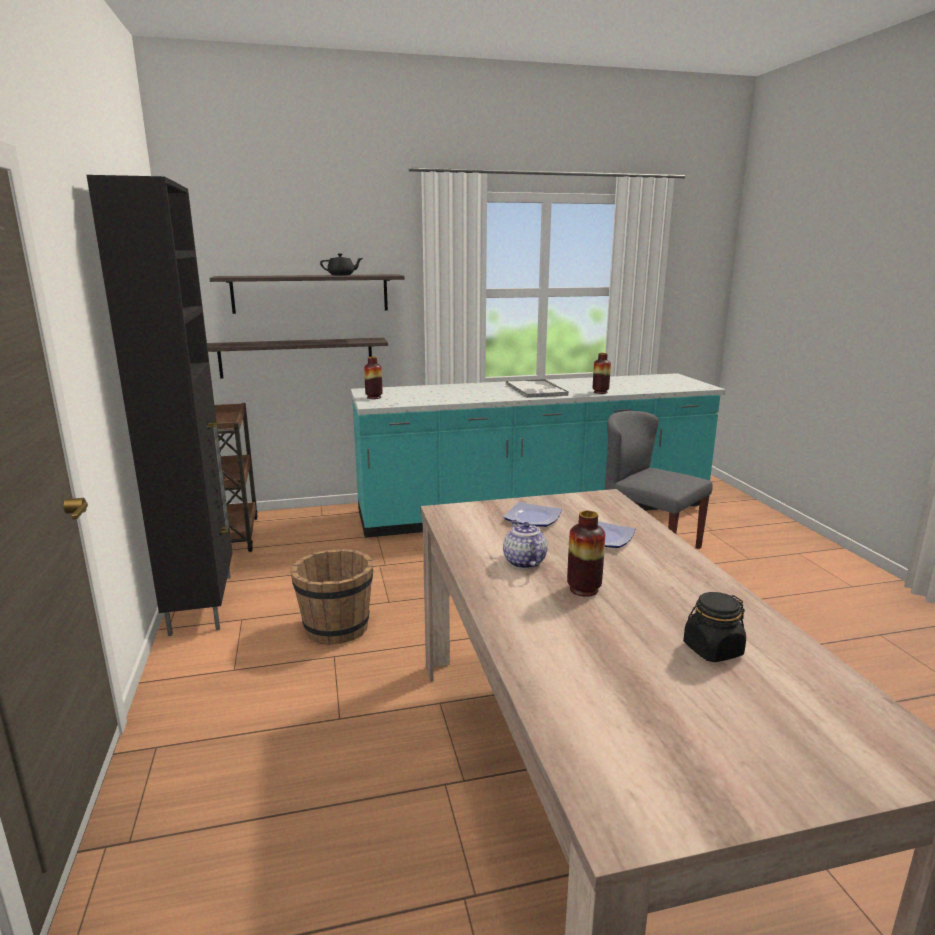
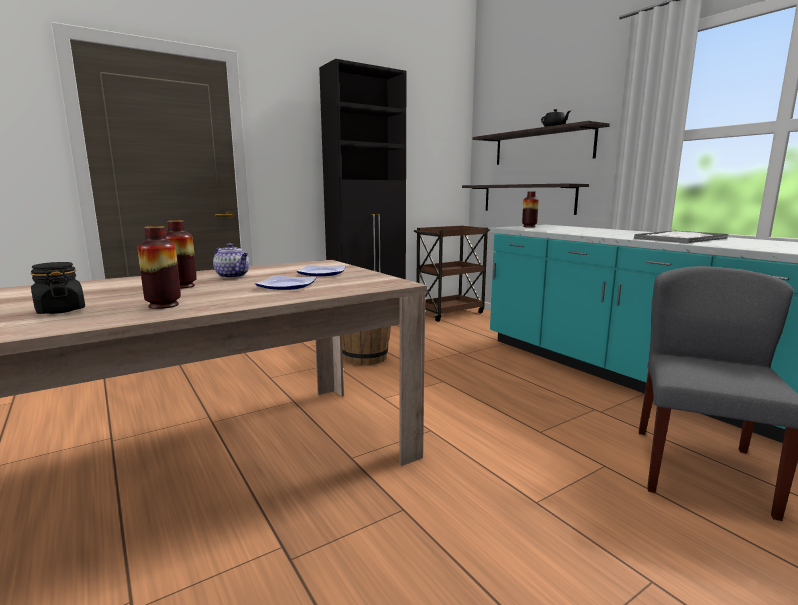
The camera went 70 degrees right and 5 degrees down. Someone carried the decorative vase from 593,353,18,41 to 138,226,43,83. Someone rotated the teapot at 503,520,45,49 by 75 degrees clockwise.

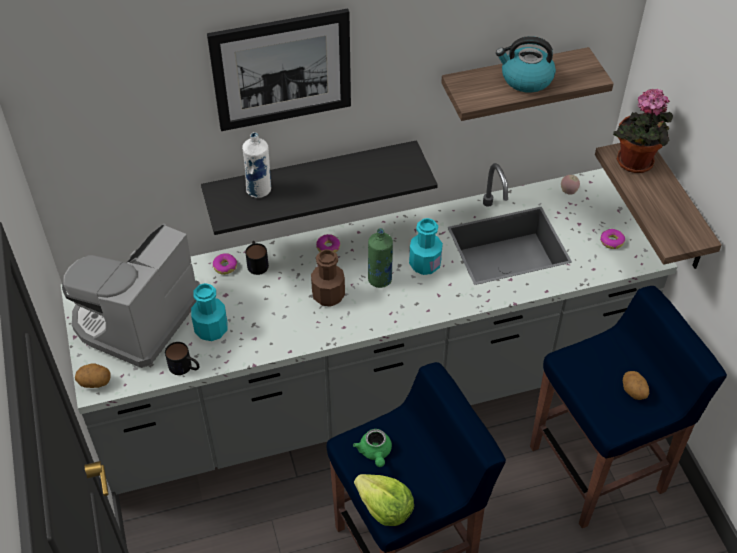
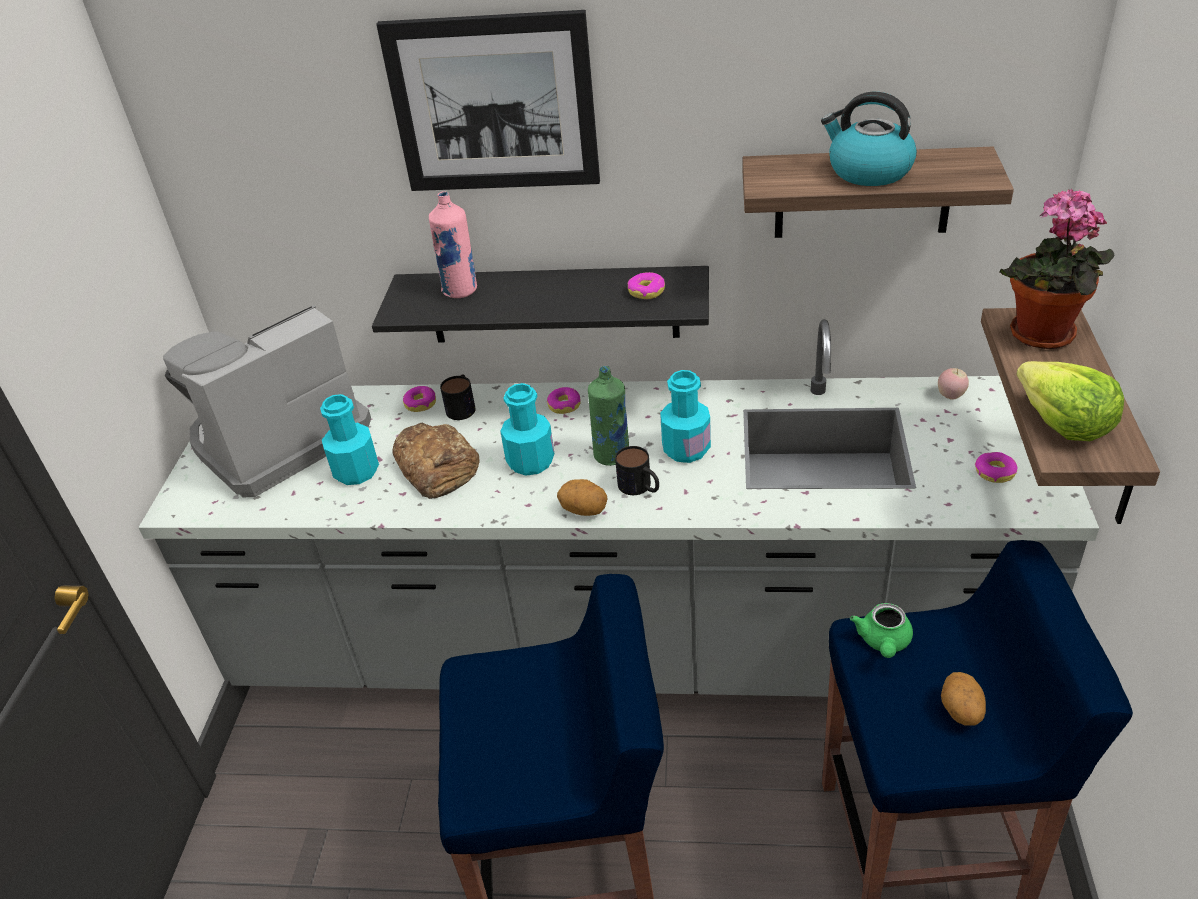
The camera went 25 degrees right and 10 degrees down. Someone put down the bread at 393,423,87,76. Someone repainted the bottle (whitish) at 242,132,29,66, which became the bottle (pink-coloured) at 429,191,48,107. Someone repainted the bottle (brownish) at 311,249,34,58, which became the bottle (turquoise-coloured) at 500,383,54,93. Someone carried the potato from 75,363,36,25 to 557,479,50,37. Someone carried the mug from 165,342,34,33 to 615,446,44,49. Someone put down the ring doughnut at 628,272,37,27. Someone carried the teapot (green-coloured) from 353,429,39,38 to 850,603,63,55. Someone carried the lettuce head from 354,474,60,52 to 1016,361,108,80.

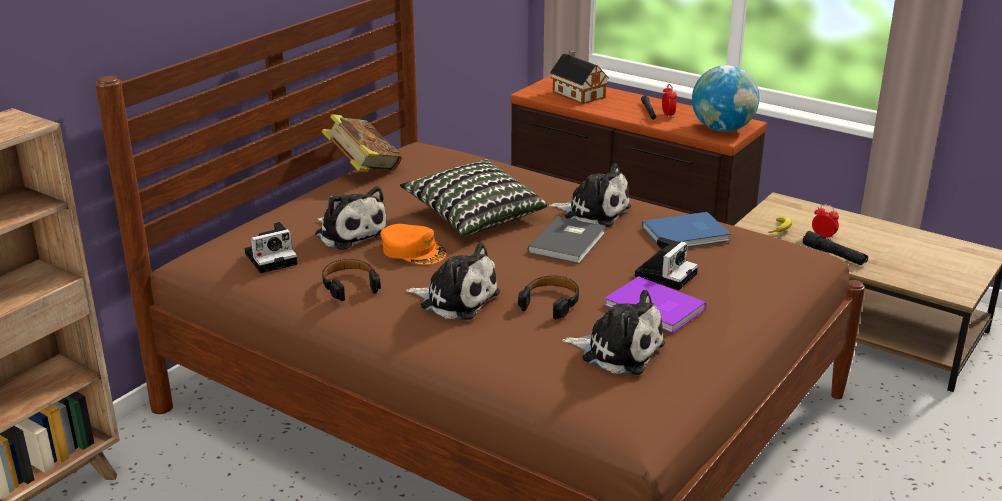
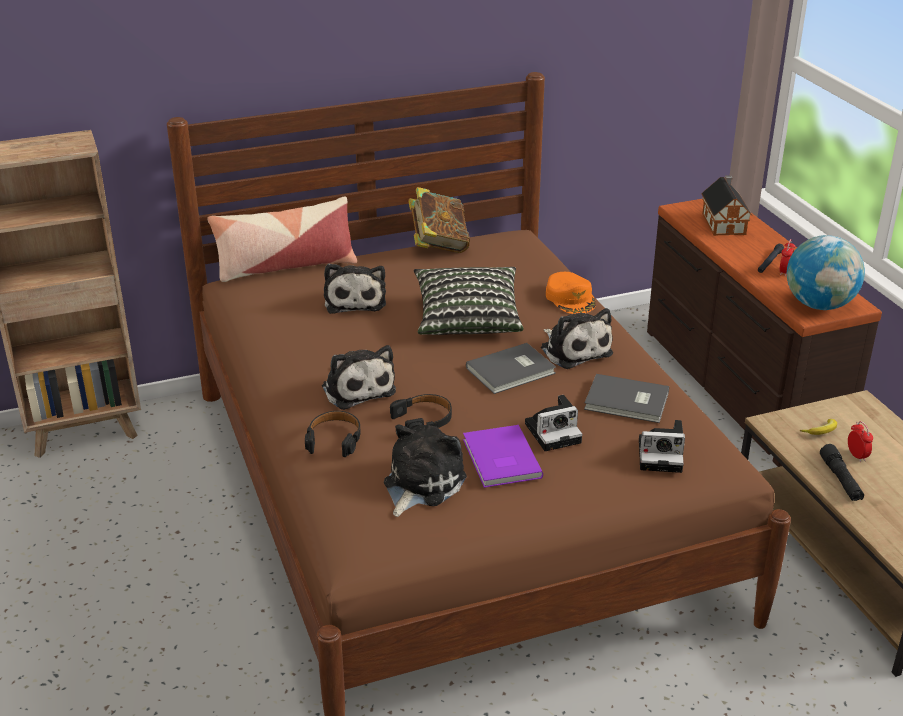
The camera went 35 degrees right and 5 degrees up. Someone put down the throw pillow at 207,197,150,85. Someone carried the headphones (blackish) from 322,259,59,42 to 305,411,56,46. Someone rotated the plush toy at 562,290,103,85 by 120 degrees counterclockwise. Someone carried the cap (orangey) from 380,224,67,41 to 546,272,50,42. Someone repainted the bound book (blue-coloured) at 642,212,89,35, which became the bound book (grey) at 584,374,85,49. Someone carried the photo camera from 245,222,53,51 to 639,420,46,53.

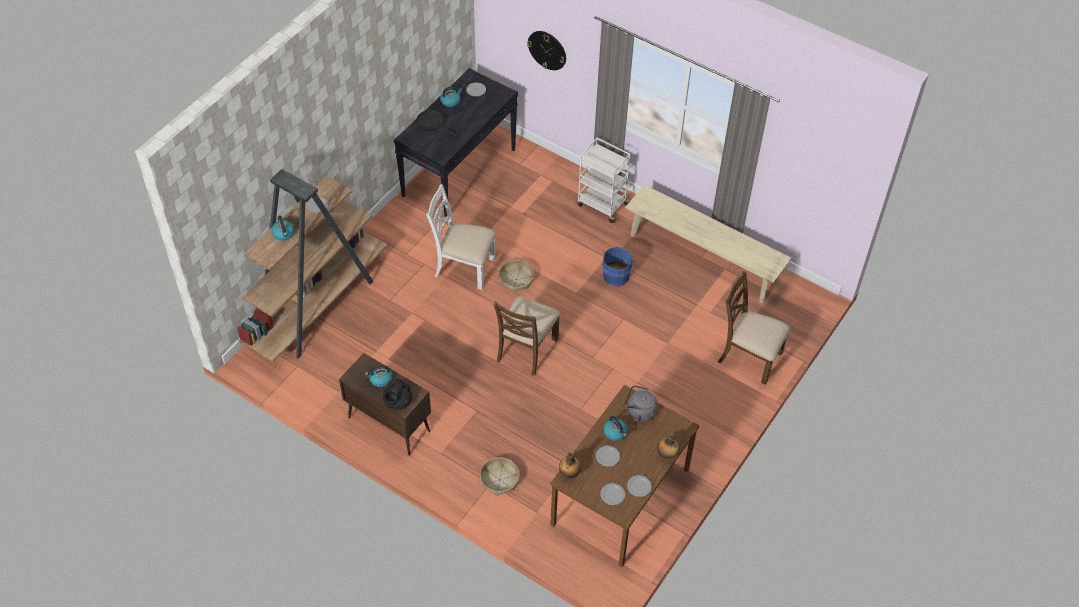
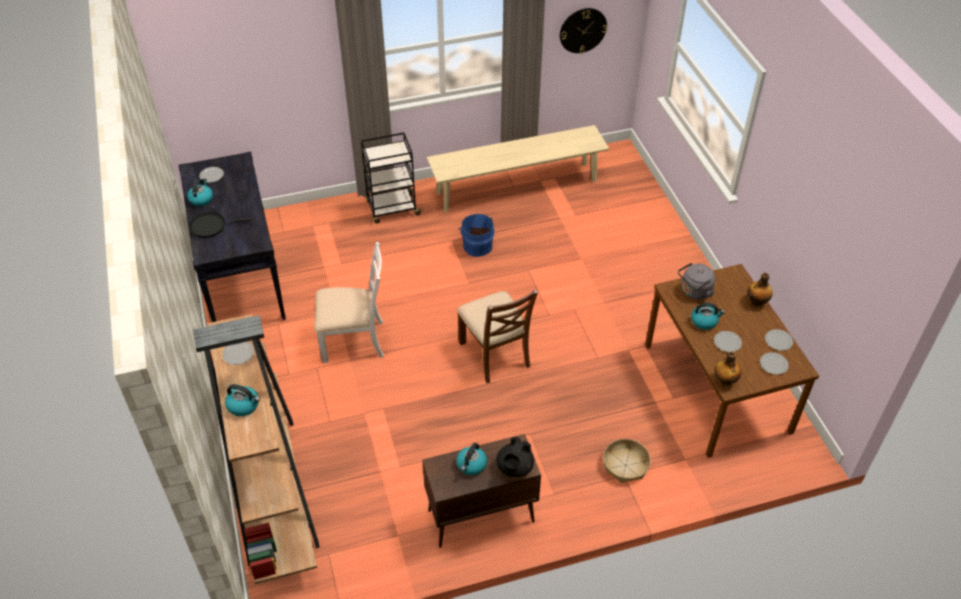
The camera went 50 degrees left and 5 degrees down. Someone rotated the upright chair (whitish) at 426,184,70,106 by 150 degrees counterclockwise. Someone repainted the wheeled cart (whitish) at 577,138,54,85, which became the wheeled cart (blackish) at 361,133,62,90. Someone rotated the teapot (blackish) at 383,379,29,30 by 45 degrees clockwise. Someone carried the clock on the wall from 527,31,39,39 to 560,8,47,46. Someone took away the basket at 499,260,35,32. Someone took away the upright chair (brownish) at 718,271,72,114.

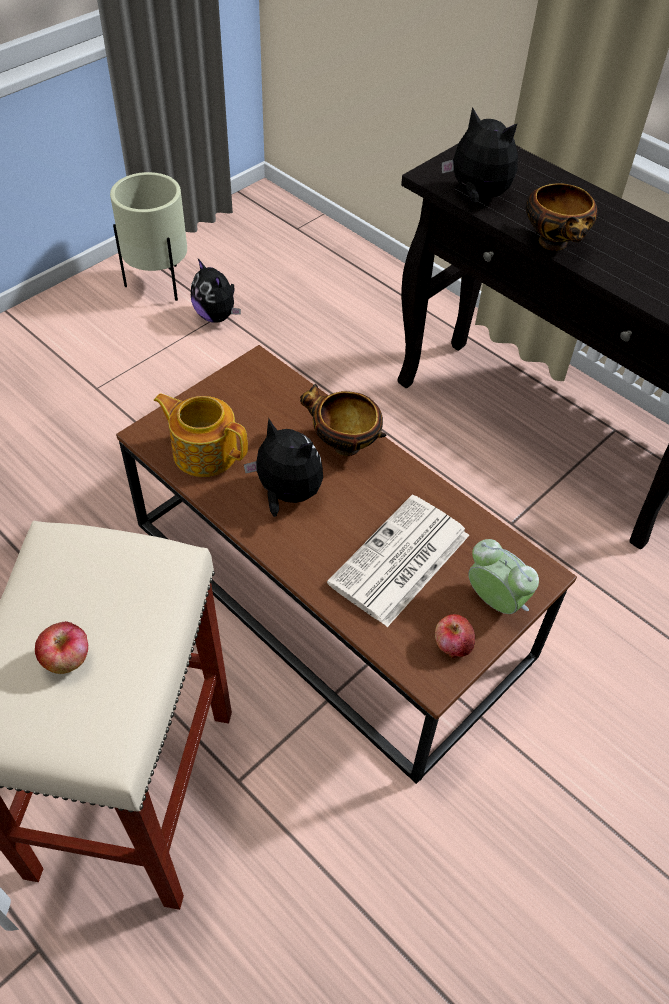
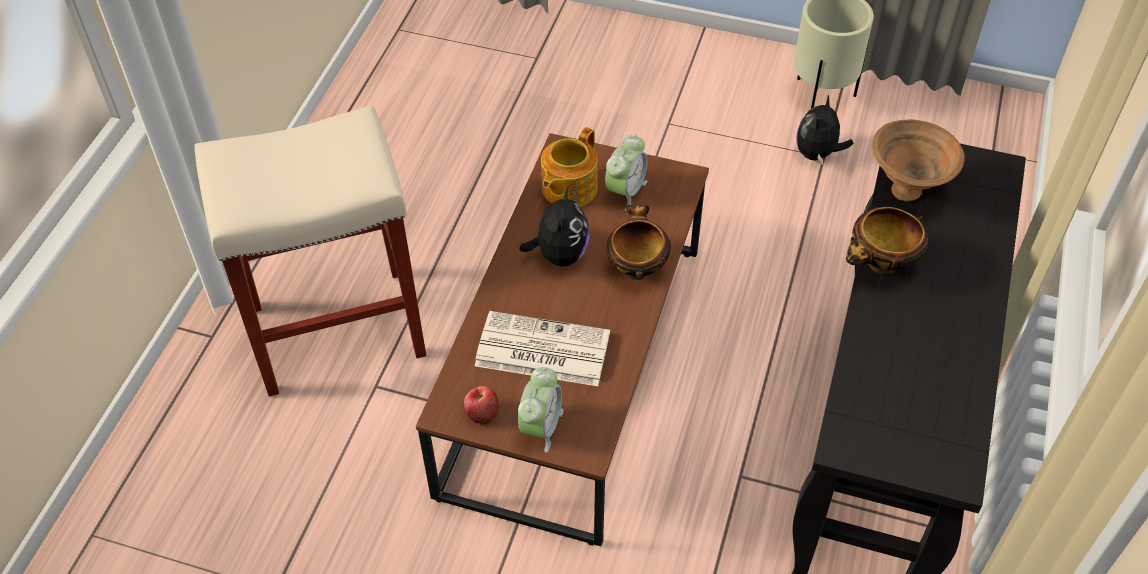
The camera went 65 degrees right and 0 degrees up. Someone rotated the teapot at 154,393,94,84 by 150 degrees counterclockwise. Someone put down the bedside clock at 605,135,42,76. Someone swapped the plush toy at 442,107,76,96 for the serving bowl (brownish) at 872,119,93,83. Someone took away the whole apple at 35,621,53,53.

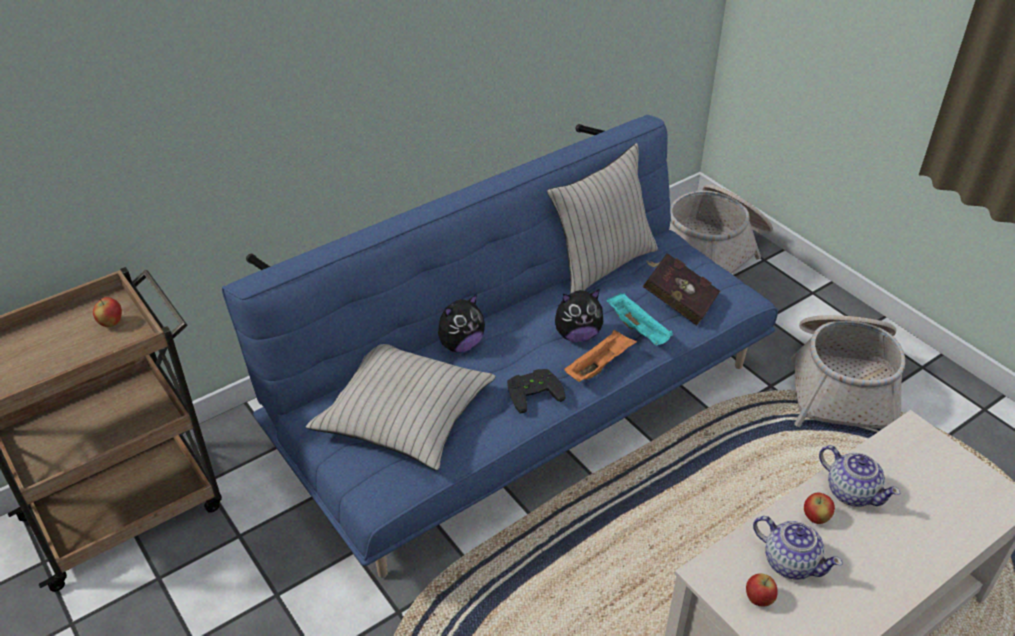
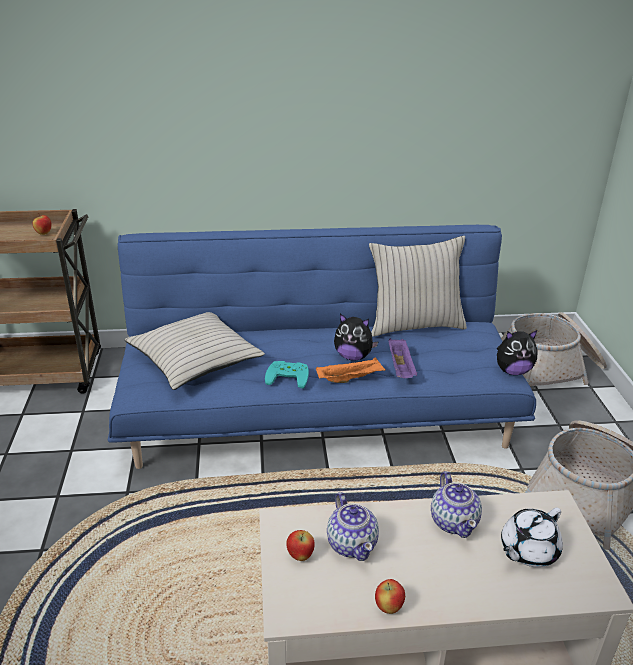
The camera went 30 degrees right and 10 degrees down. Someone repainted the game controller (blackish) at 507,369,58,45, which became the game controller (turquoise-coloured) at 265,361,44,27. Someone carried the whole apple from 804,493,31,31 to 375,579,30,35. Someone repainted the tray (turquoise-coloured) at 606,293,67,53, which became the tray (purple) at 388,338,29,40. Someone carried the plush toy from 438,293,47,59 to 497,330,40,45. Someone put down the teapot (whitish) at 501,507,62,60. Someone took away the bound book (red-coloured) at 642,253,78,72.

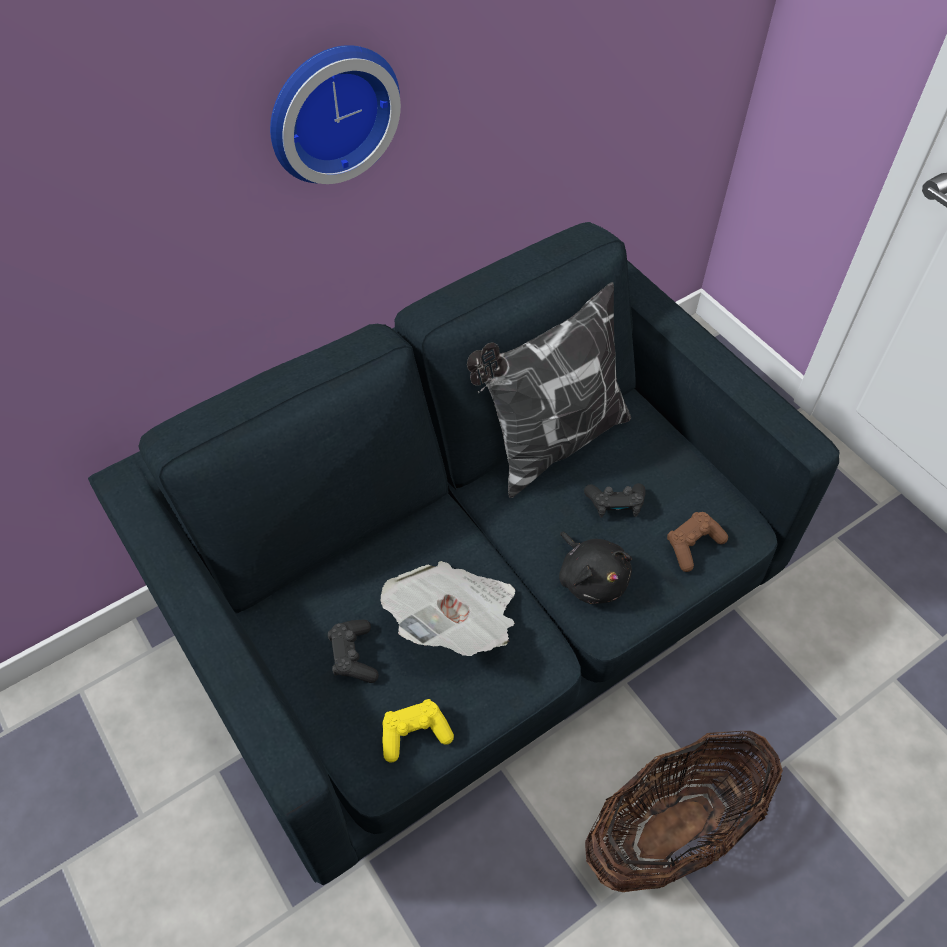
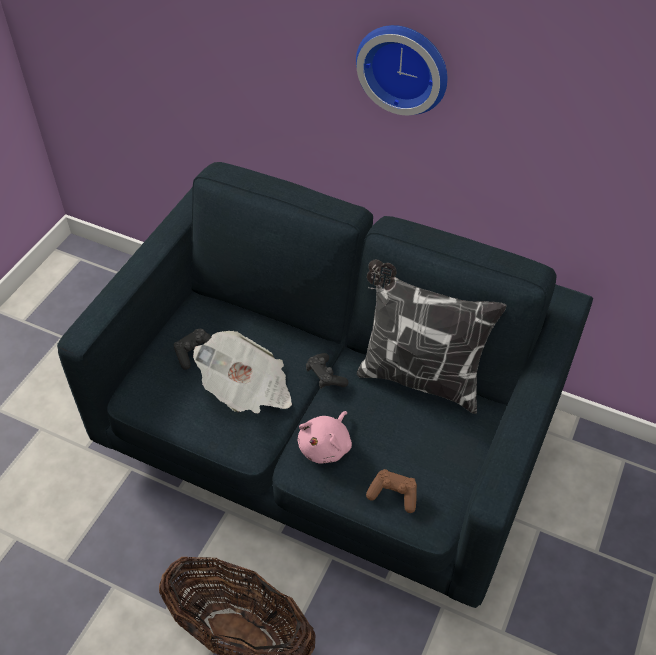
The camera went 60 degrees right and 5 degrees down. Someone repainted the plush toy (blackish) at 559,531,73,73, which became the plush toy (pink-coloured) at 297,411,55,53. Someone carried the game controller (blackish) from 584,483,62,35 to 306,353,42,36. Someone took away the game controller (yellow-coloured) at 382,699,72,63.

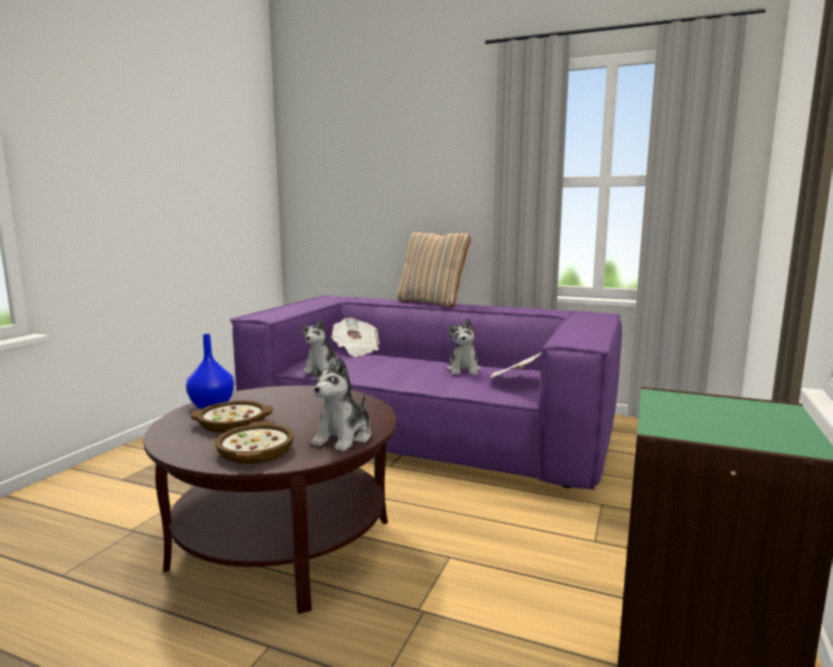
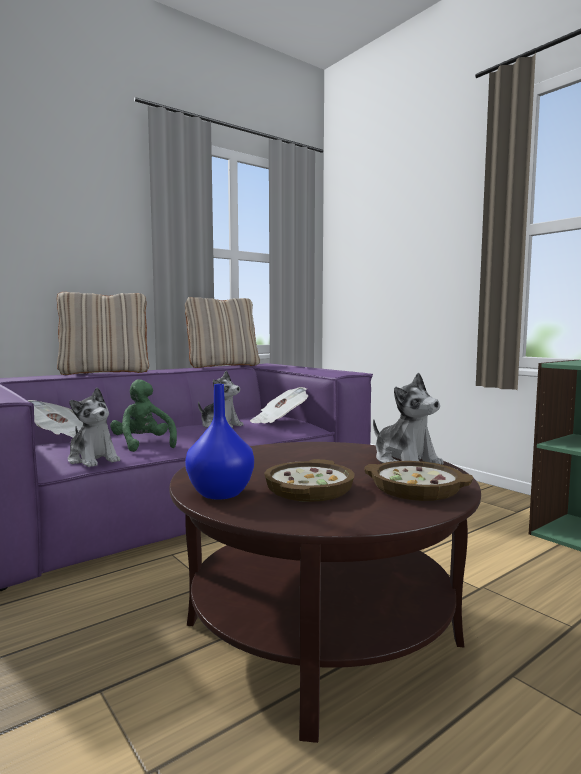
The camera went 60 degrees left and 5 degrees down. Someone put down the plush toy (green-coloured) at 110,379,67,73. Someone put down the throw pillow (beige) at 185,297,75,71.

